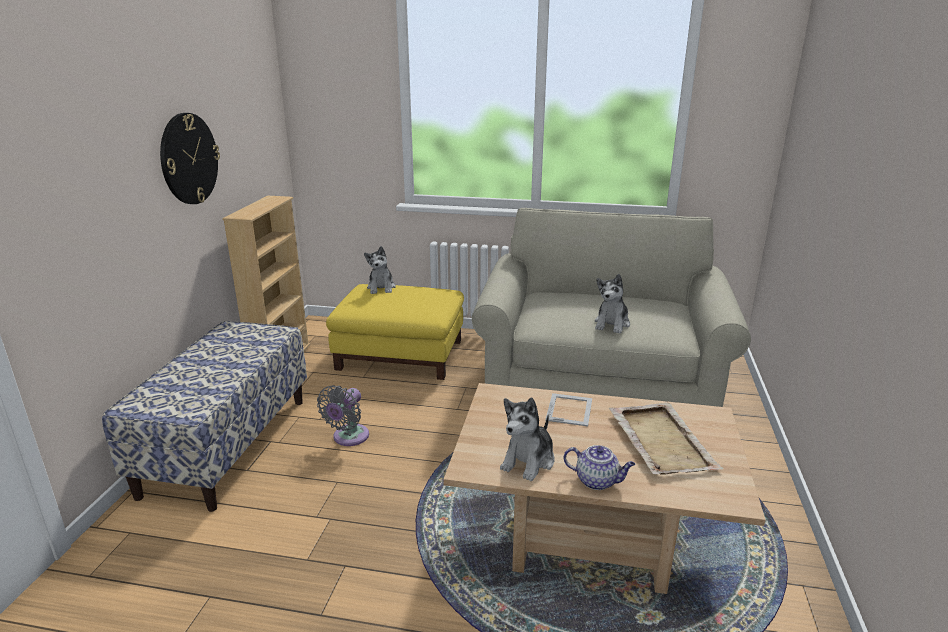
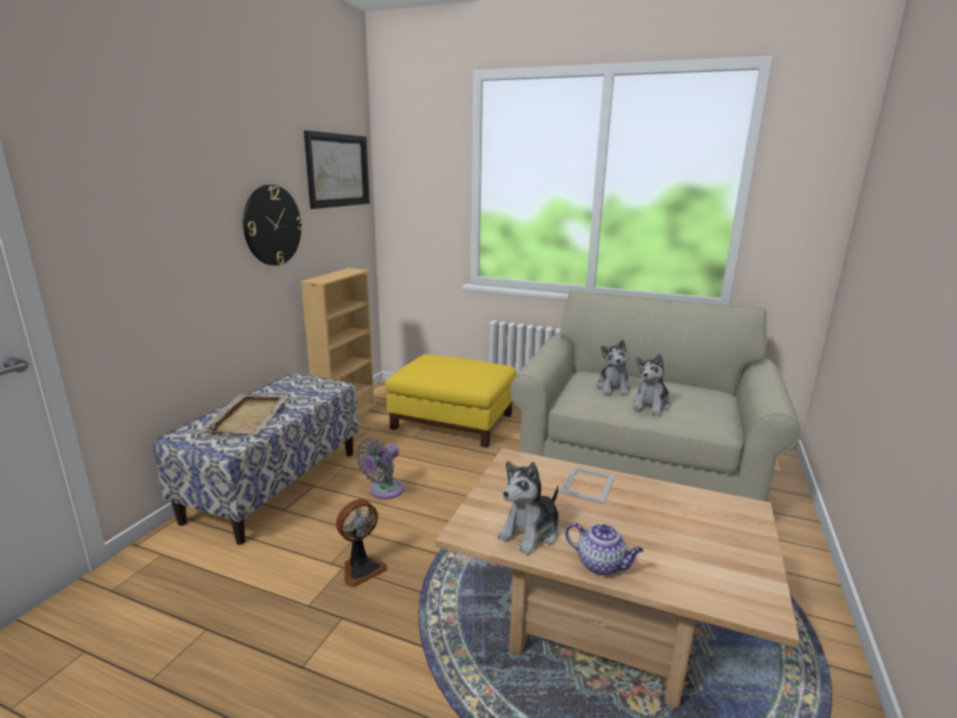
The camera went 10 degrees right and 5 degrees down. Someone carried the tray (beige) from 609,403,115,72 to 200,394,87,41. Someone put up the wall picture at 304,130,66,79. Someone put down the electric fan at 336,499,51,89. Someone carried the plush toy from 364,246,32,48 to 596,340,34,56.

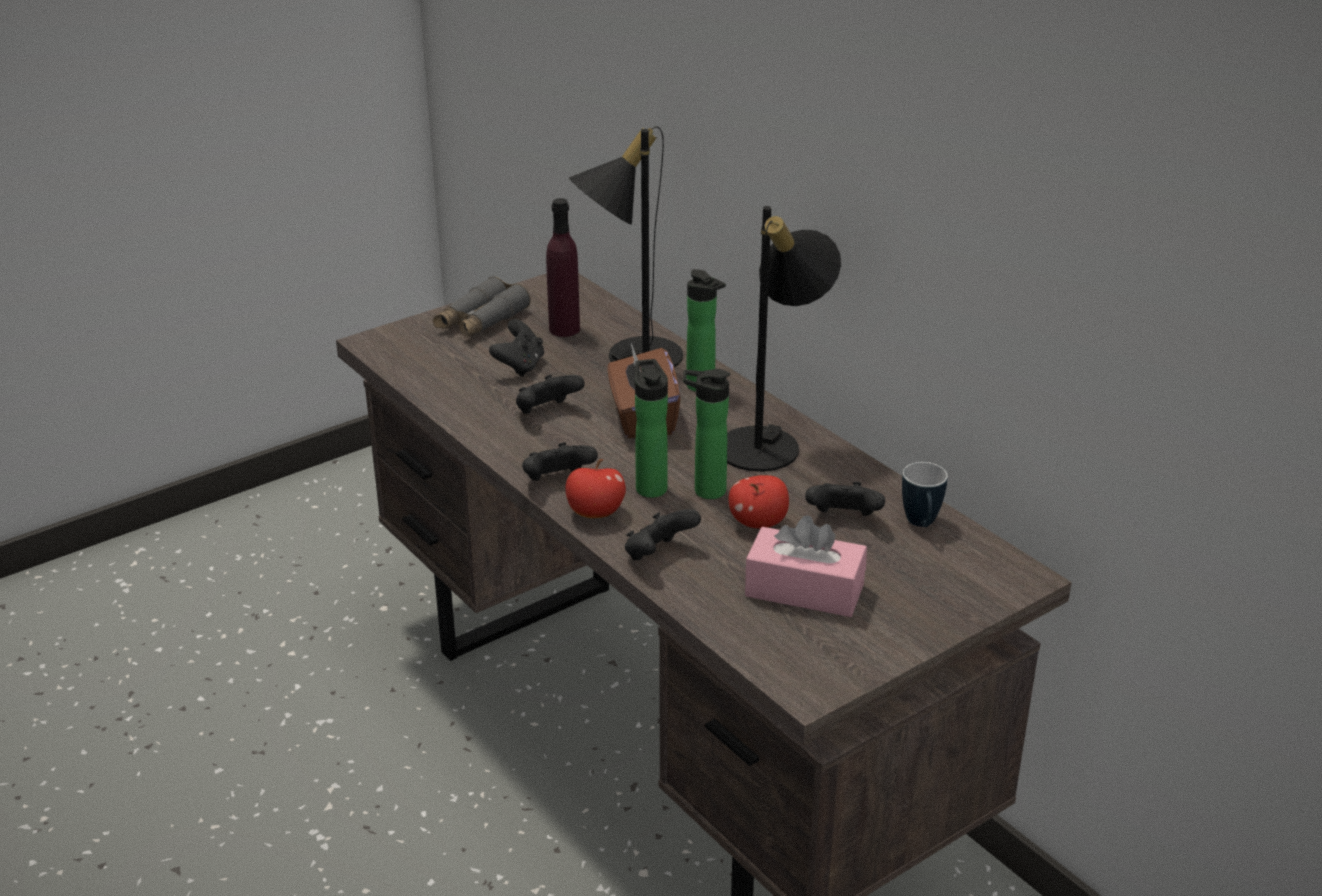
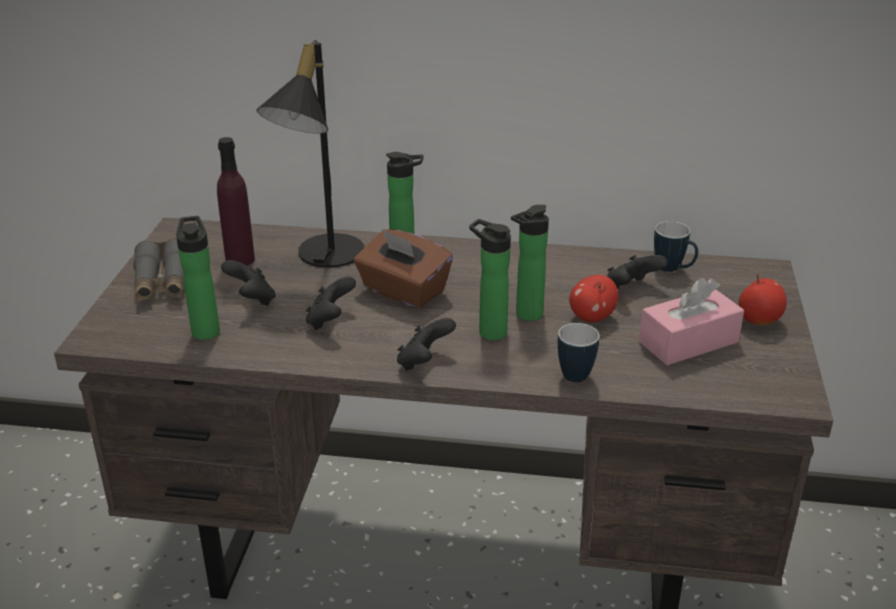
The camera went 45 degrees left and 0 degrees up. Someone put down the bottle at 176,216,44,124. Someone swapped the game controller (blackish) at 625,509,76,51 for the mug at 558,323,41,59. Someone carried the whole apple from 566,459,60,59 to 738,273,49,52. Someone took away the tabletop lamp (blackish) at 727,206,114,266.

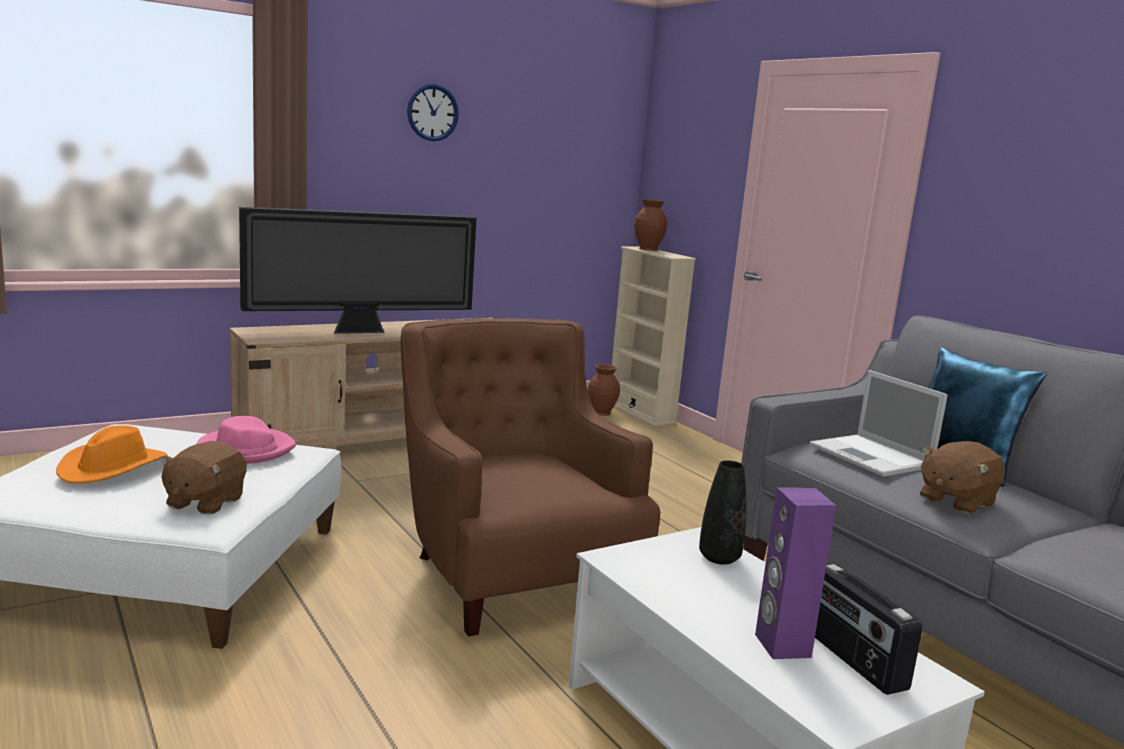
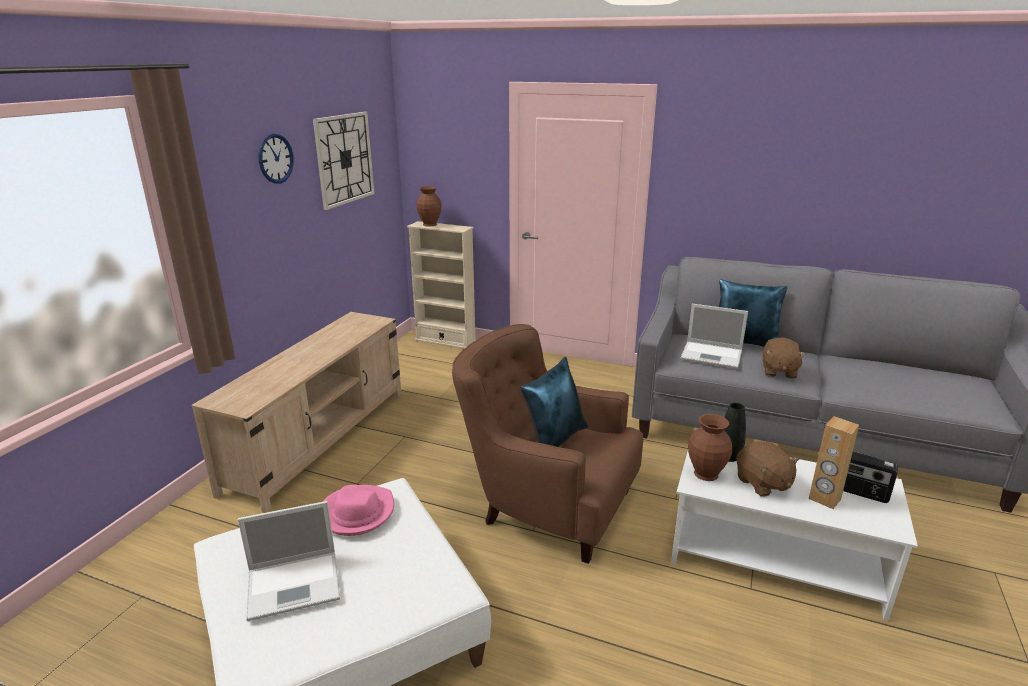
The camera went 35 degrees left and 10 degrees up. Someone swapped the clothing hat (orangey) at 56,426,111,57 for the laptop at 238,501,102,120. Someone put up the clock on the wall at 313,112,61,98. Someone put down the throw pillow (blue-coloured) at 520,357,68,90. Someone carried the decorative vase (brownish) from 588,364,32,52 to 688,414,44,67. Someone carried the plush toy (brownish) from 159,441,88,73 to 736,441,63,56. Someone repainted the speaker (purple) at 755,487,81,172, which became the speaker (brownish) at 809,416,50,93. Someone took away the television at 239,207,238,127.

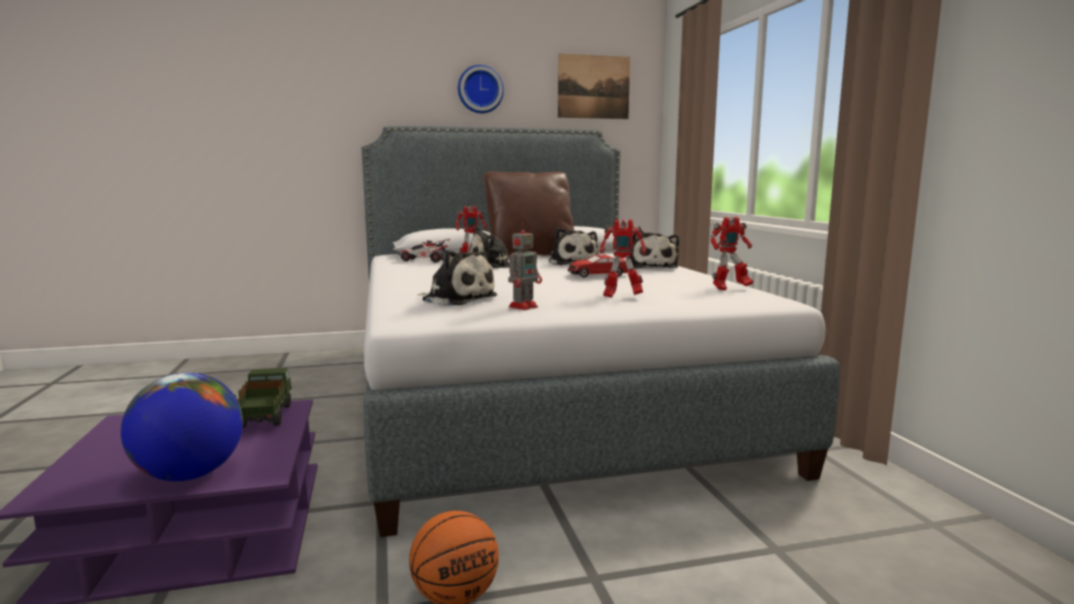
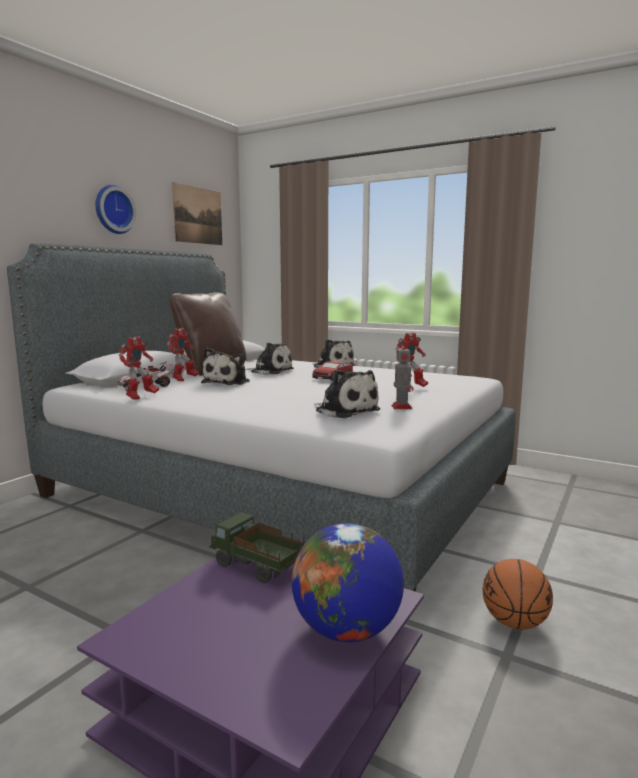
The camera went 45 degrees left and 0 degrees up. Someone carried the model robot from 710,217,43,74 to 119,336,40,64. Someone rotated the plush toy at 417,250,80,56 by 60 degrees clockwise.

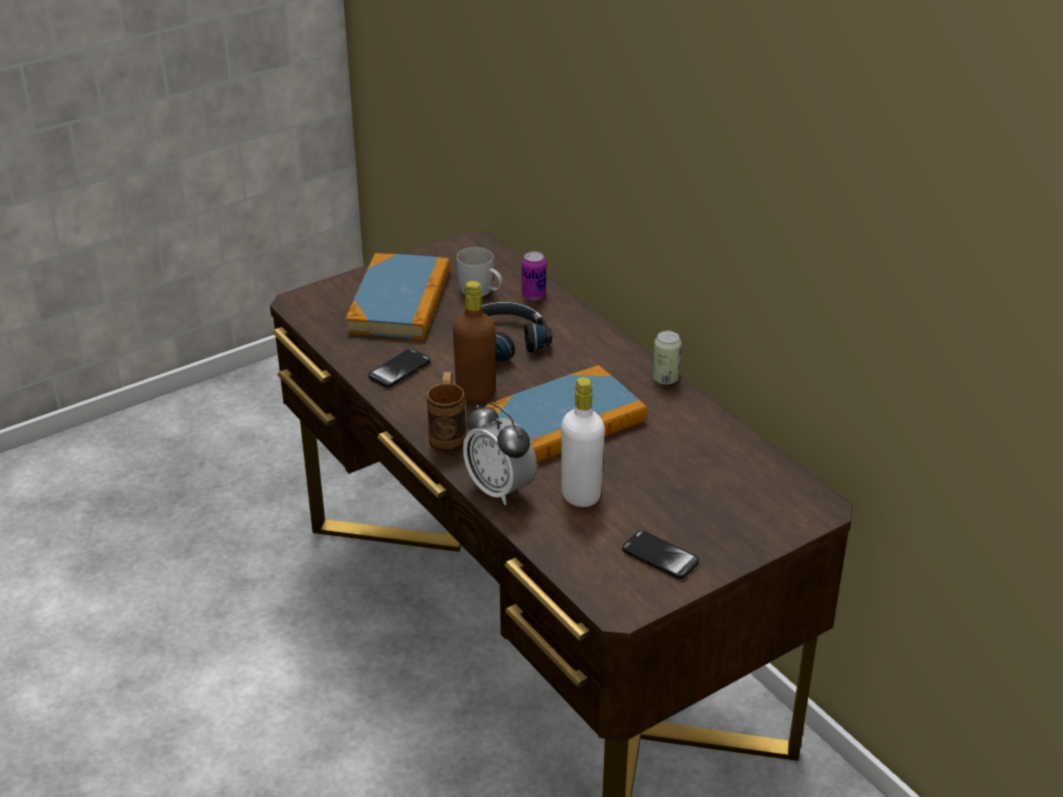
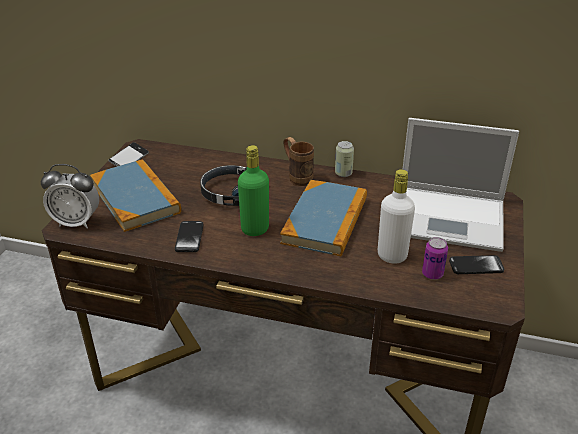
The camera went 40 degrees left and 0 degrees up. Someone carried the bedside clock from 463,402,74,103 to 41,164,58,65. Someone put down the telephone at 108,142,41,25. Someone repainted the bottle (brownish) at 453,281,43,121, which became the bottle (green-coloured) at 238,145,31,91. Someone carried the mug (brownish) from 427,372,39,81 to 283,137,31,49. Someone put down the laptop at 402,118,117,134. Someone carried the sealed can from 522,251,24,50 to 422,237,26,43. Someone took away the mug (whitish) at 457,247,45,50.

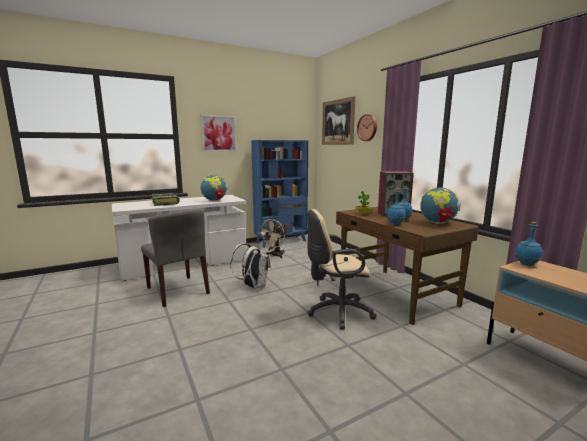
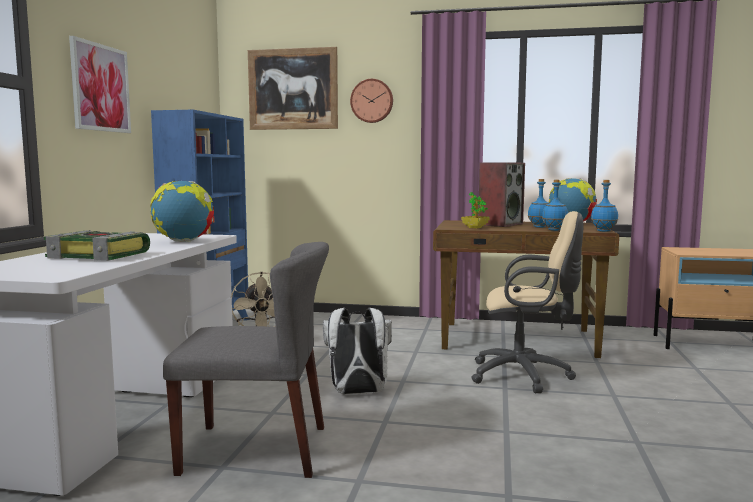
The camera went 50 degrees left and 5 degrees down. Someone rotated the office chair (beige) at 307,209,70,121 by 105 degrees counterclockwise. Someone carried the bottle (blue-coloured) from 515,222,28,44 to 591,180,27,52.

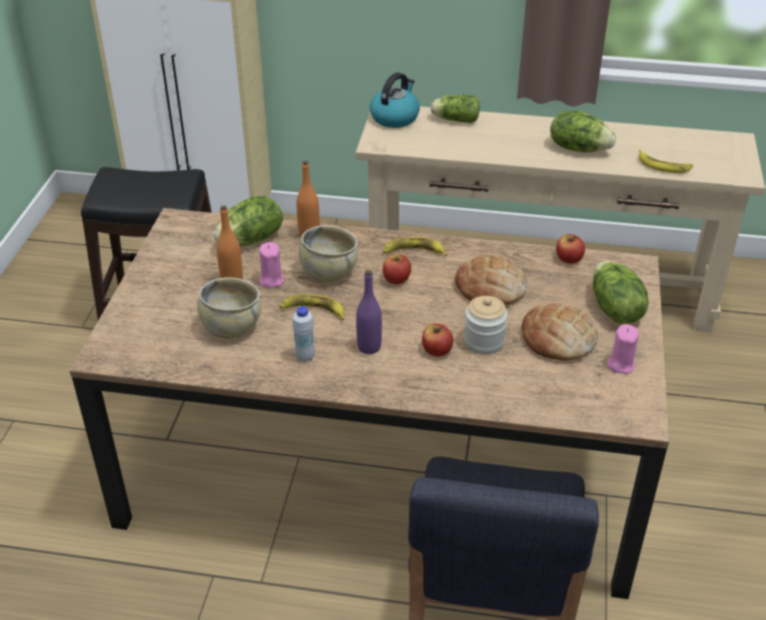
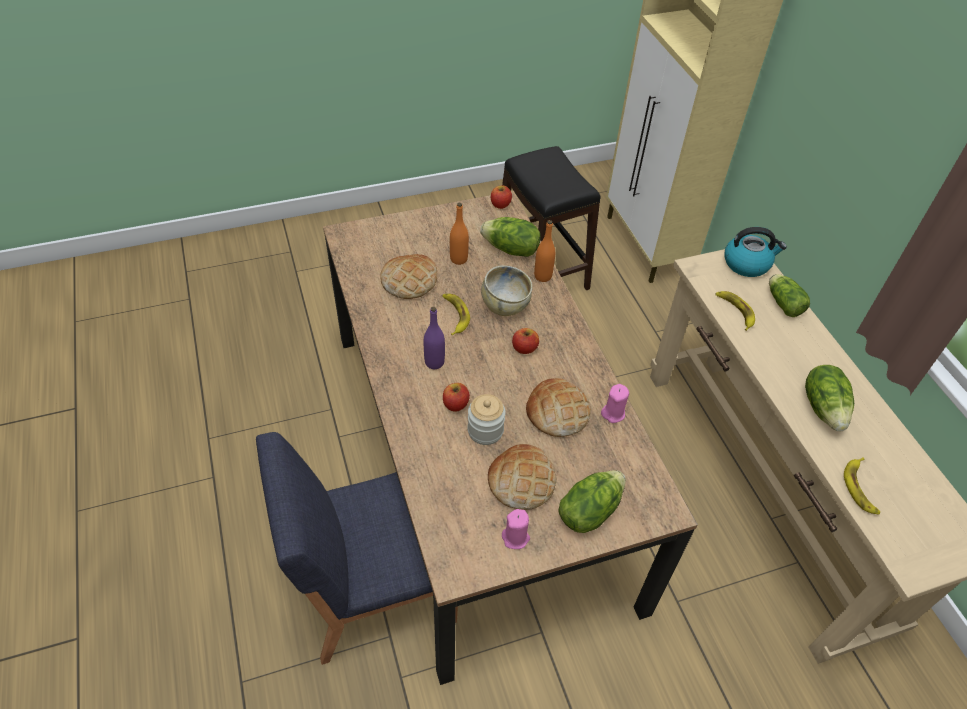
The camera went 60 degrees right and 10 degrees up. Someone swapped the serving bowl (beige) at 197,277,64,62 for the bread at 380,254,57,45. Someone carried the whole apple from 556,234,29,30 to 491,186,21,23. Someone carried the candle (pink-coloured) from 259,242,25,46 to 601,384,28,39. Someone carried the banana fruit from 383,237,64,19 to 715,291,40,40. Someone took away the bottle (whitish) at 292,306,23,56.

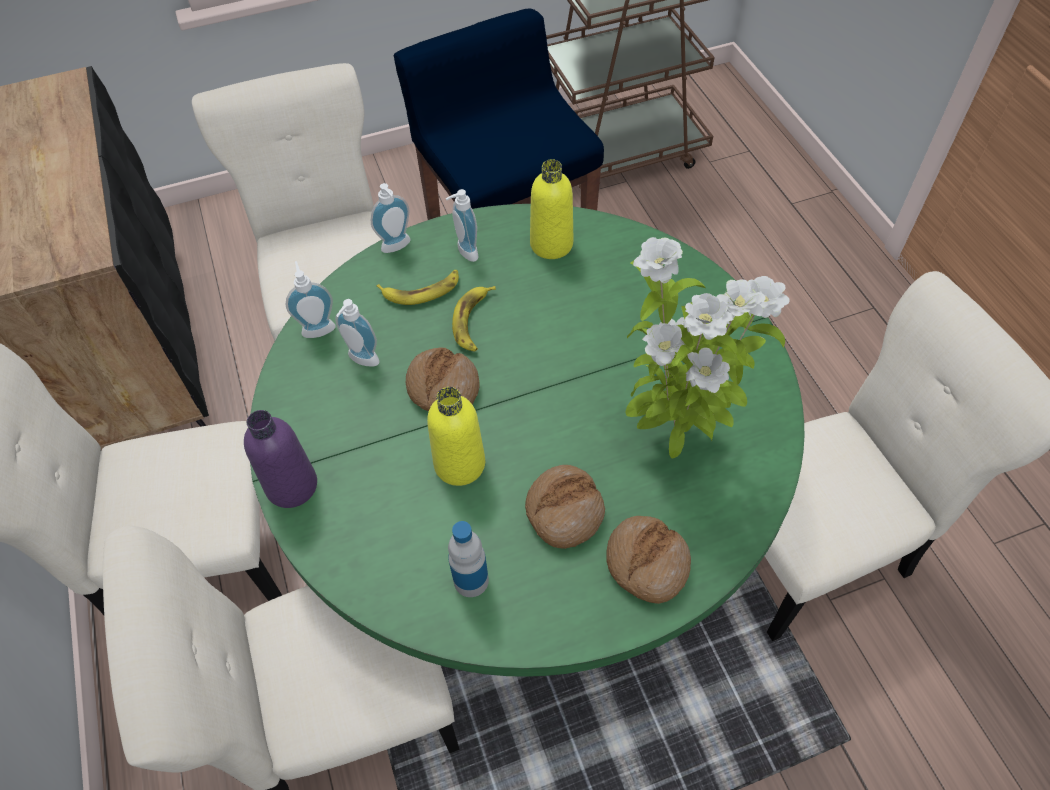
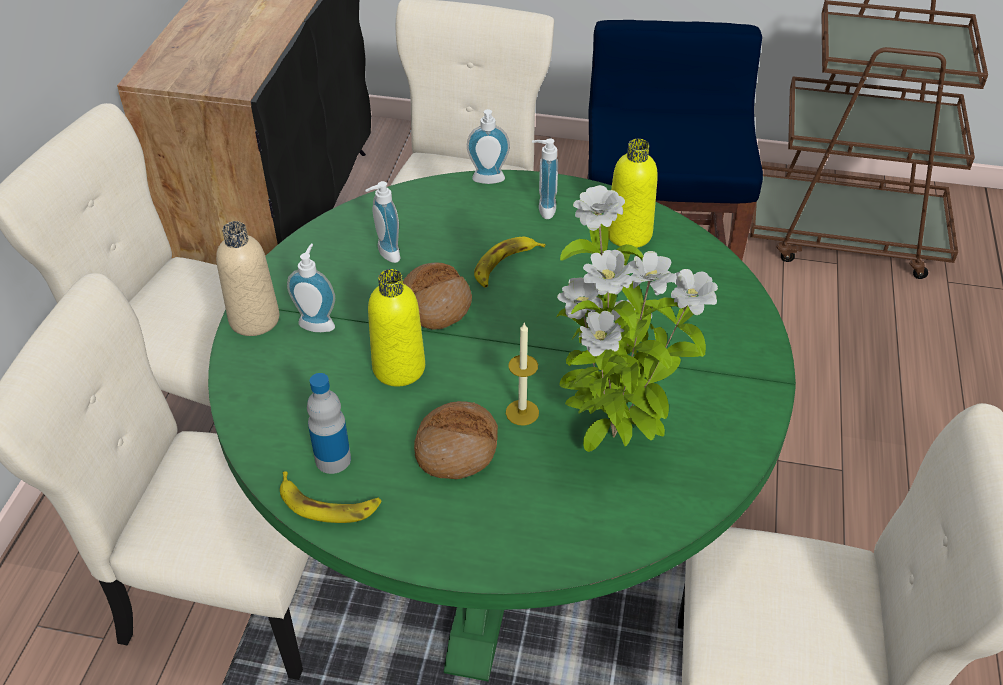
The camera went 30 degrees right and 10 degrees down. Someone repainted the bottle (purple) at 244,410,73,98, which became the bottle (beige) at 216,221,64,115. Someone carried the banana fruit from 377,270,82,35 to 280,471,102,52. Someone carried the soap bottle from 286,261,50,77 to 287,244,48,88. Someone put down the candle at 506,322,33,104. Someone took away the bread at 606,516,85,88.

